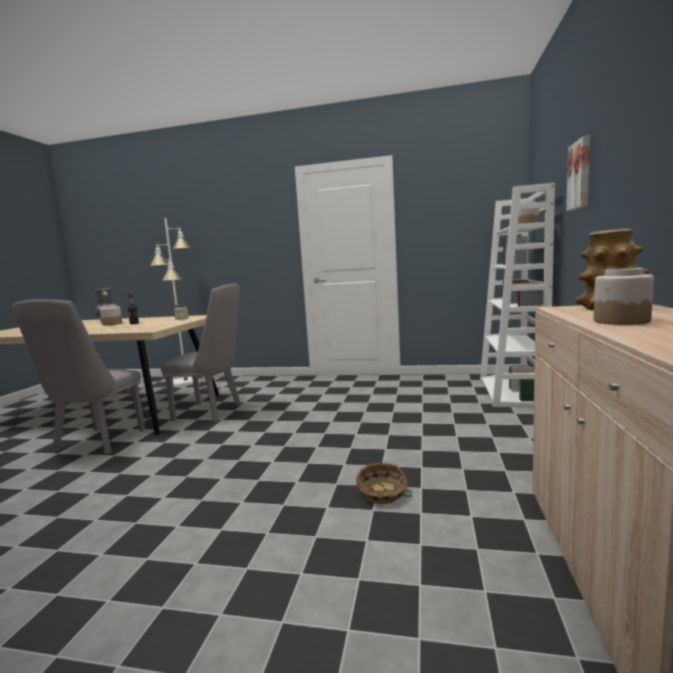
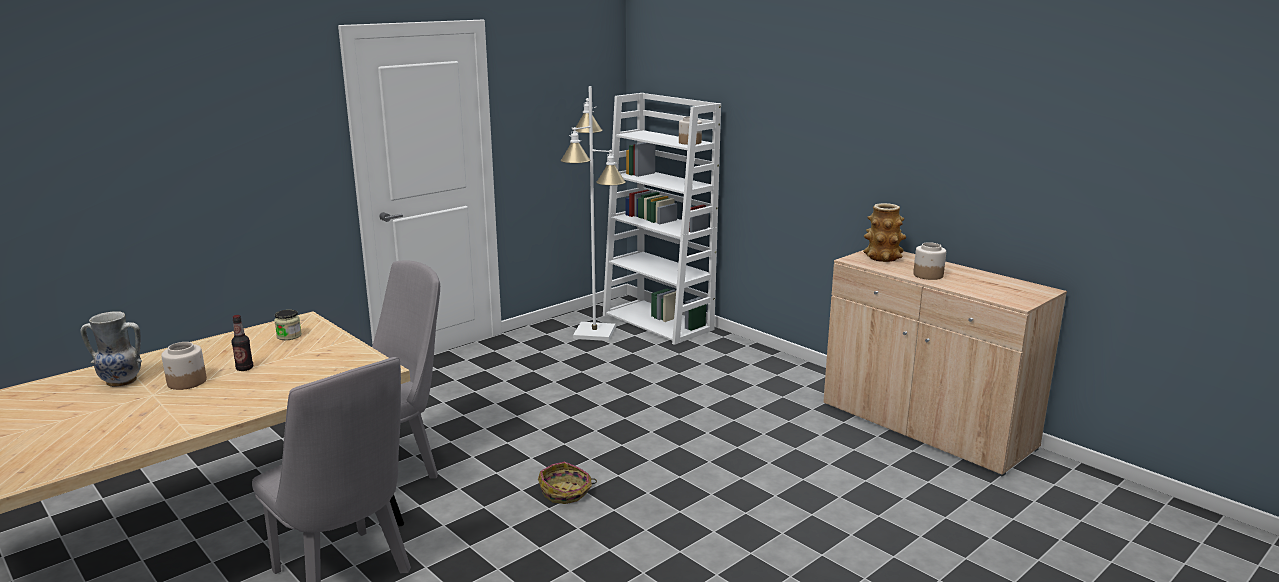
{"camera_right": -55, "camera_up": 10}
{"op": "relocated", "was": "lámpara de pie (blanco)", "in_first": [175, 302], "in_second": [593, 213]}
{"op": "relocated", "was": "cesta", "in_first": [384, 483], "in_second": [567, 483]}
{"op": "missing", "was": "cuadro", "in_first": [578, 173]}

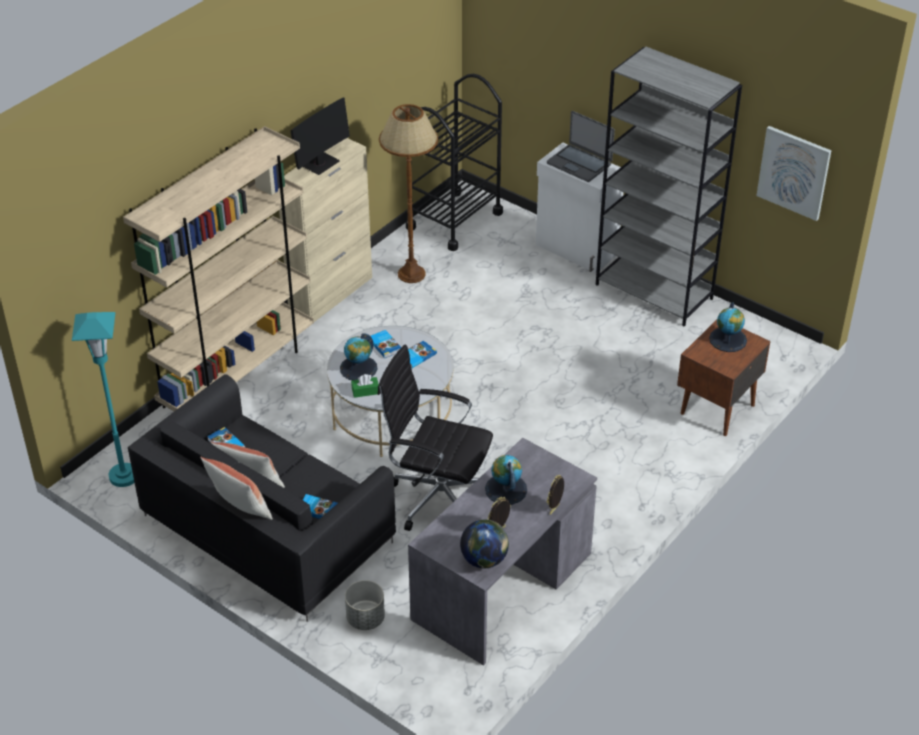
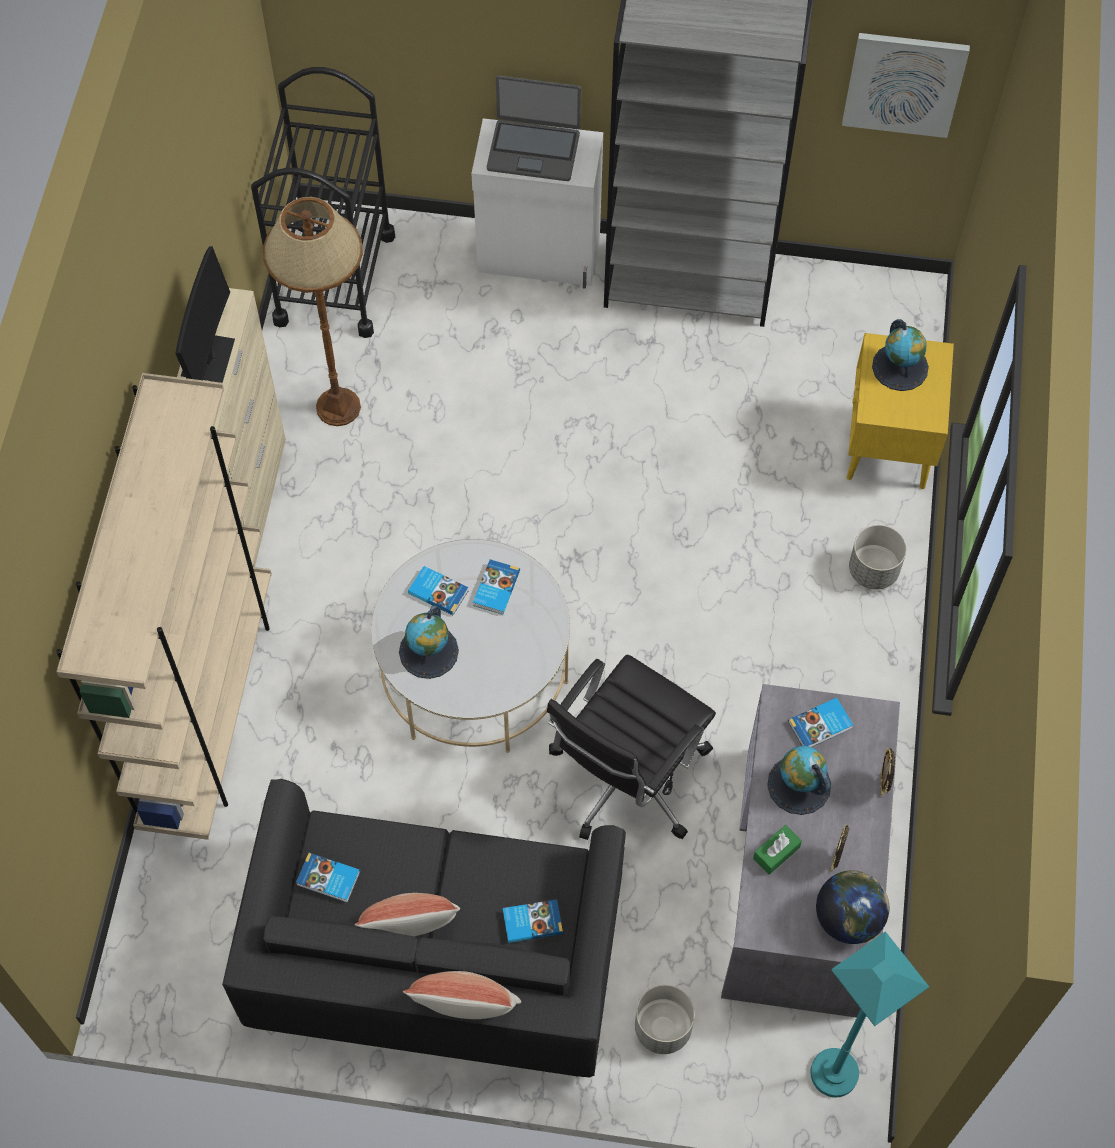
{"camera_right": -30, "camera_up": 20}
{"op": "relocated", "was": "lámpara de pie (turquesa)", "in_first": [103, 399], "in_second": [870, 1014]}
{"op": "relocated", "was": "caja de pañuelos (verde)", "in_first": [365, 386], "in_second": [777, 850]}
{"op": "spun", "was": "silla de oficina (negro)", "in_first": [435, 438], "in_second": [631, 747], "clockwise": -45}
{"op": "colour", "was": "mesita de noche (marrón)", "now": "mesita de noche (amarillo)", "in_first": [723, 378], "in_second": [900, 411]}
{"op": "appeared", "now": "libro", "in_second": [820, 722]}
{"op": "appeared", "now": "maceta (gris)", "in_second": [877, 557]}

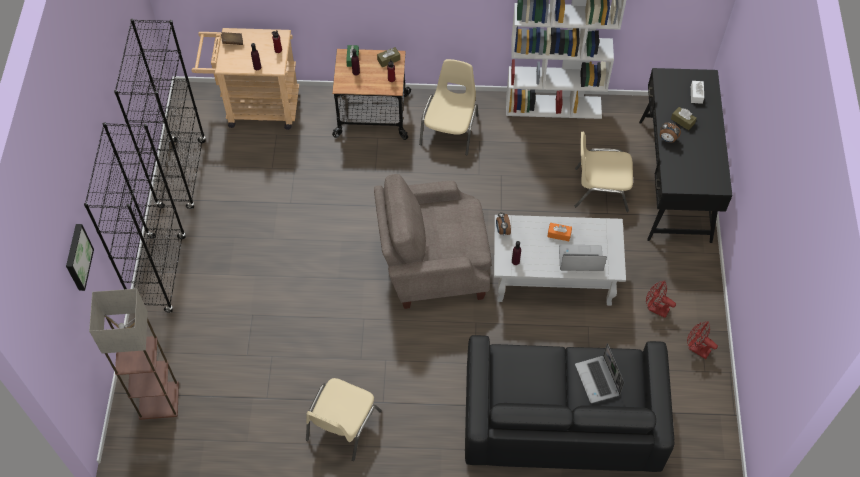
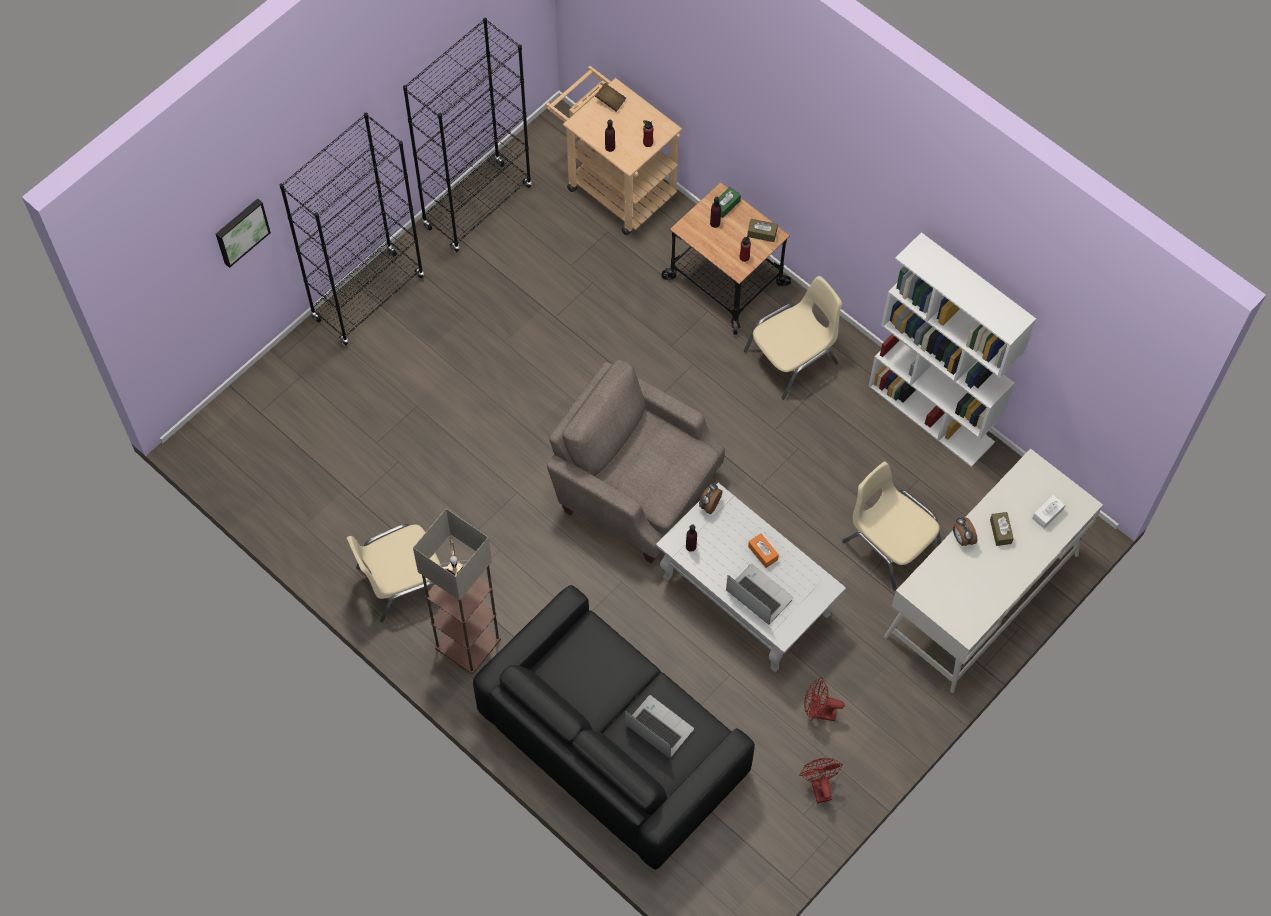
{"camera_right": 40, "camera_up": 5}
{"op": "relocated", "was": "lámpara de pie", "in_first": [134, 354], "in_second": [457, 591]}
{"op": "spun", "was": "portátil", "in_first": [599, 373], "in_second": [659, 726], "clockwise": 105}
{"op": "colour", "was": "escritorio (negro)", "now": "escritorio (blanco)", "in_first": [685, 155], "in_second": [993, 570]}
{"op": "spun", "was": "ventilador (rojo)", "in_first": [661, 299], "in_second": [824, 699], "clockwise": -60}

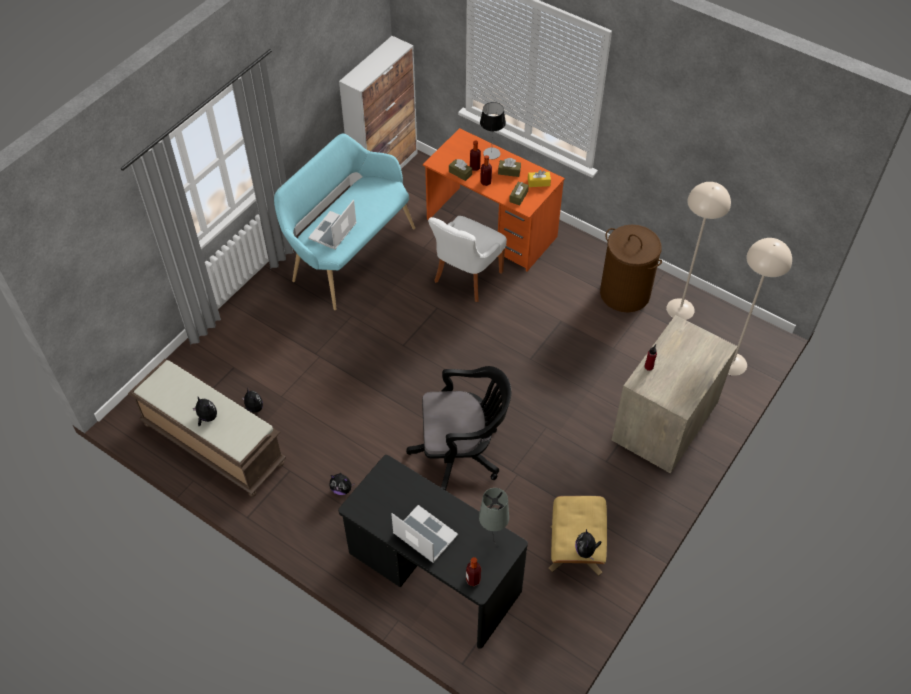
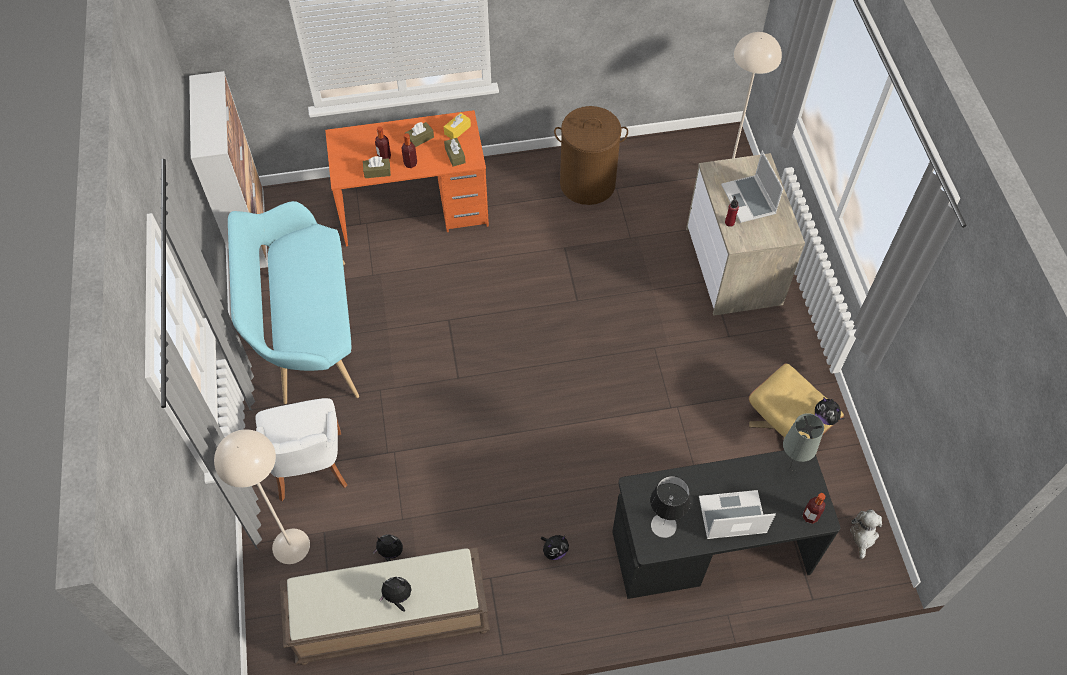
{"camera_right": -45, "camera_up": 5}
{"op": "relocated", "was": "portátil", "in_first": [332, 225], "in_second": [752, 187]}
{"op": "missing", "was": "silla de oficina (negro)", "in_first": [458, 428]}
{"op": "relocated", "was": "silla (blanco)", "in_first": [467, 259], "in_second": [301, 449]}
{"op": "relocated", "was": "lámpara de mesa", "in_first": [493, 130], "in_second": [670, 507]}
{"op": "relocated", "was": "lámpara de pie (beis)", "in_first": [698, 251], "in_second": [262, 496]}
{"op": "appeared", "now": "peluche", "in_second": [866, 534]}

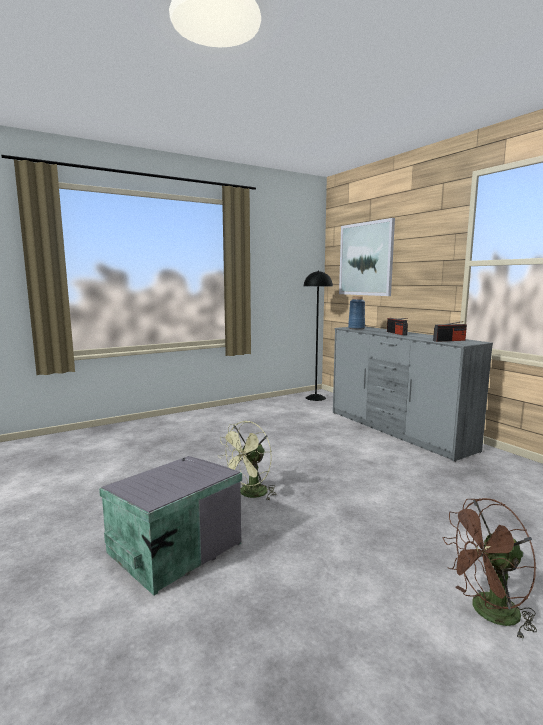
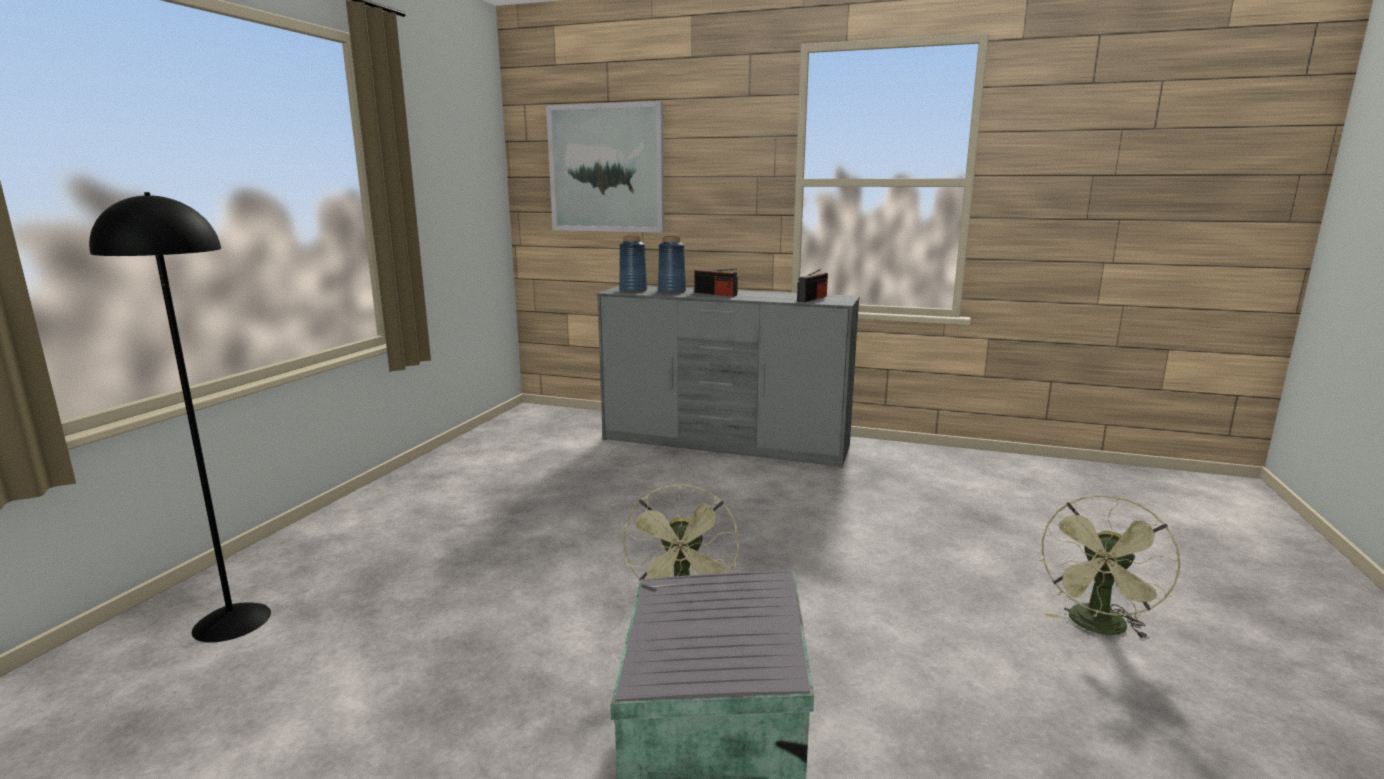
{"camera_right": -40, "camera_up": 5}
{"op": "relocated", "was": "lámpara de pie (negro)", "in_first": [318, 336], "in_second": [180, 417]}
{"op": "colour", "was": "ventilador (marrón)", "now": "ventilador (verde)", "in_first": [490, 569], "in_second": [1110, 567]}
{"op": "appeared", "now": "florero (azul)", "in_second": [672, 265]}

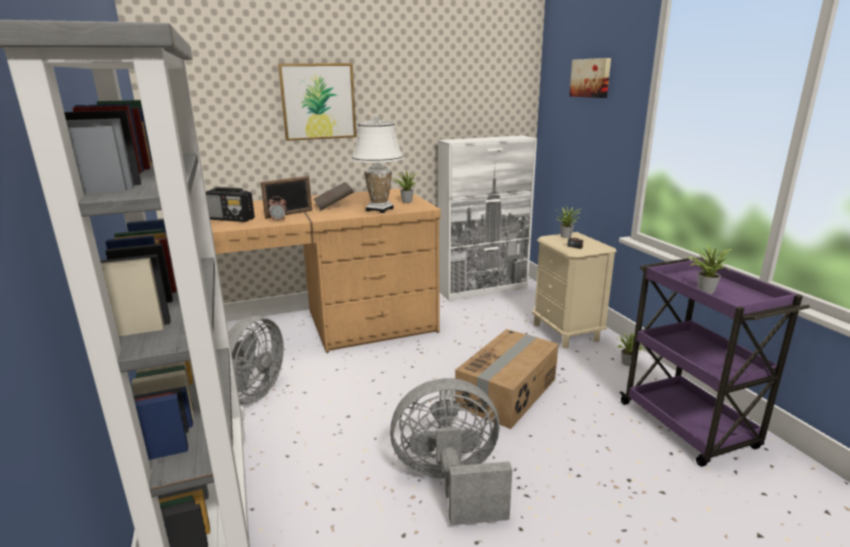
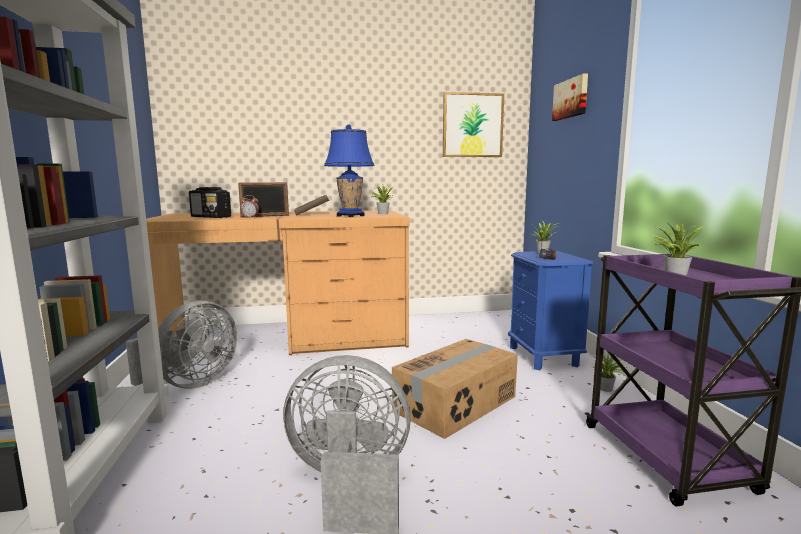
{"camera_right": 10, "camera_up": -10}
{"op": "relocated", "was": "cuadro", "in_first": [317, 102], "in_second": [473, 124]}
{"op": "colour", "was": "lámpara de mesa (blanco)", "now": "lámpara de mesa (azul)", "in_first": [377, 164], "in_second": [349, 170]}
{"op": "missing", "was": "armario (blanco)", "in_first": [487, 218]}
{"op": "colour", "was": "mesita de noche (beis)", "now": "mesita de noche (azul)", "in_first": [574, 290], "in_second": [550, 310]}

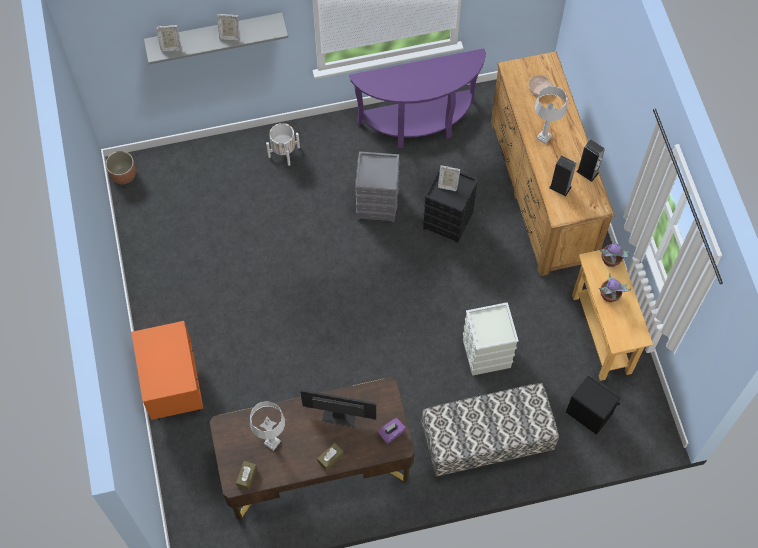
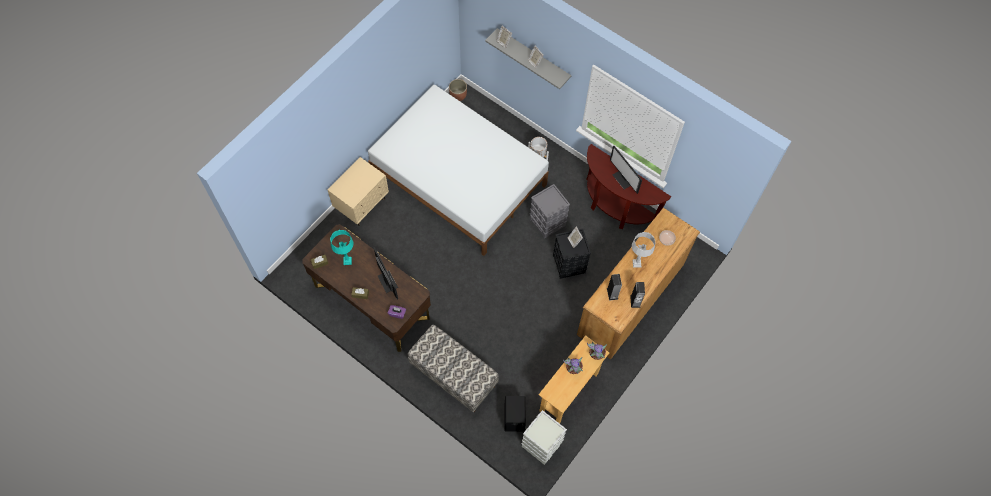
{"camera_right": 50, "camera_up": 0}
{"op": "colour", "was": "mesita de noche (naranja)", "now": "mesita de noche (beis)", "in_first": [167, 370], "in_second": [358, 191]}
{"op": "colour", "was": "lámpara de mesa (gris)", "now": "lámpara de mesa (turquesa)", "in_first": [267, 426], "in_second": [342, 247]}
{"op": "colour", "was": "mesa consola (morado)", "now": "mesa consola (marrón)", "in_first": [417, 98], "in_second": [628, 187]}
{"op": "relocated", "was": "caja de almacenaje (gris)", "in_first": [490, 339], "in_second": [544, 437]}
{"op": "appeared", "now": "cama (blanco)", "in_second": [458, 170]}
{"op": "appeared", "now": "monitor", "in_second": [626, 170]}

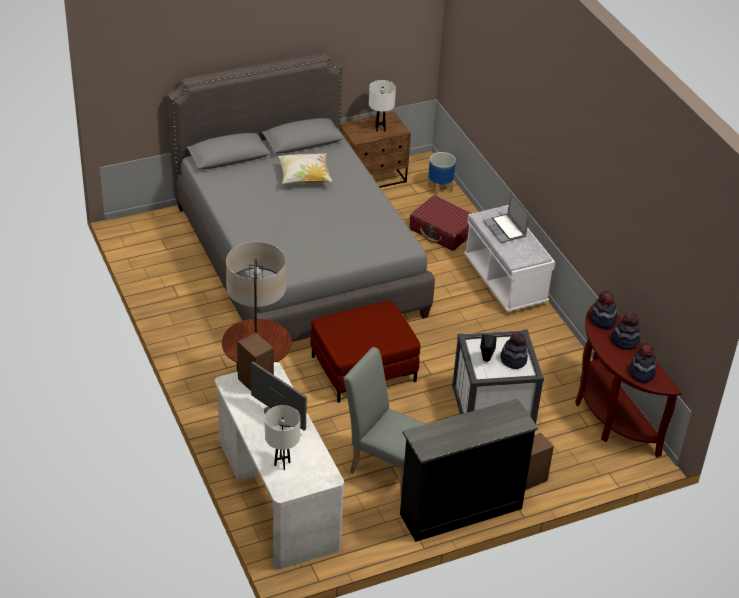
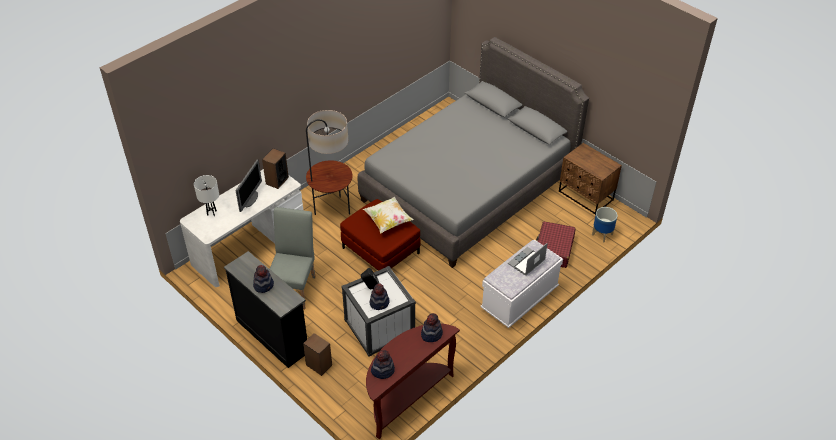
{"camera_right": 70, "camera_up": 5}
{"op": "relocated", "was": "cojín", "in_first": [305, 168], "in_second": [388, 215]}
{"op": "missing", "was": "lámpara de mesa (blanco)", "in_first": [382, 106]}
{"op": "relocated", "was": "sombrero", "in_first": [625, 331], "in_second": [263, 279]}

